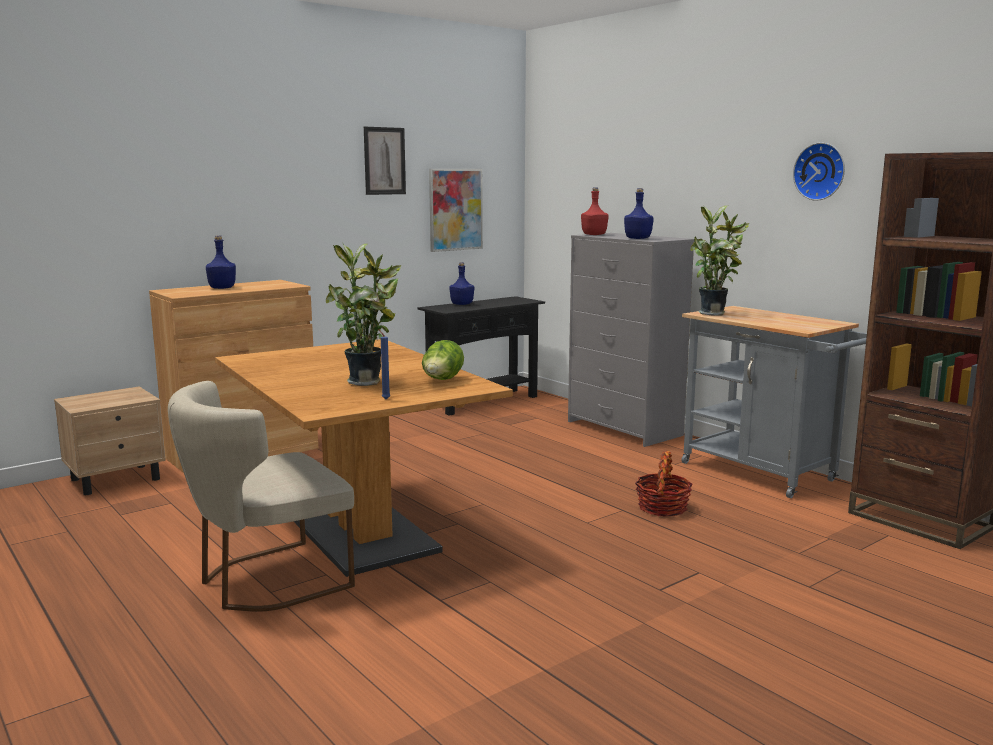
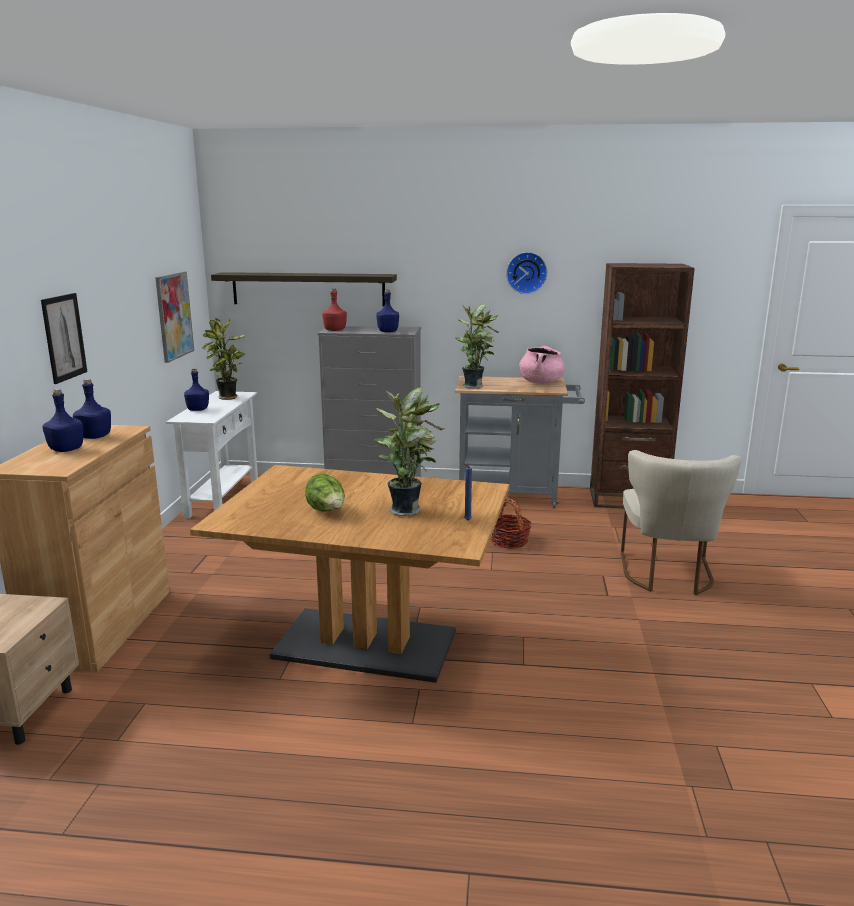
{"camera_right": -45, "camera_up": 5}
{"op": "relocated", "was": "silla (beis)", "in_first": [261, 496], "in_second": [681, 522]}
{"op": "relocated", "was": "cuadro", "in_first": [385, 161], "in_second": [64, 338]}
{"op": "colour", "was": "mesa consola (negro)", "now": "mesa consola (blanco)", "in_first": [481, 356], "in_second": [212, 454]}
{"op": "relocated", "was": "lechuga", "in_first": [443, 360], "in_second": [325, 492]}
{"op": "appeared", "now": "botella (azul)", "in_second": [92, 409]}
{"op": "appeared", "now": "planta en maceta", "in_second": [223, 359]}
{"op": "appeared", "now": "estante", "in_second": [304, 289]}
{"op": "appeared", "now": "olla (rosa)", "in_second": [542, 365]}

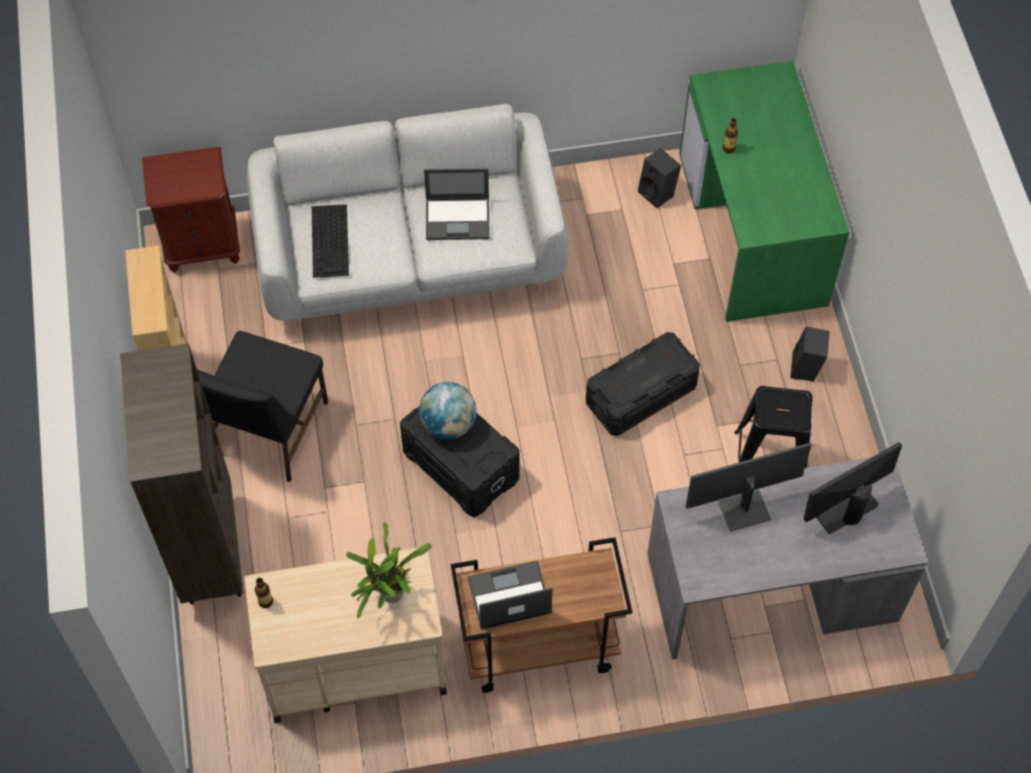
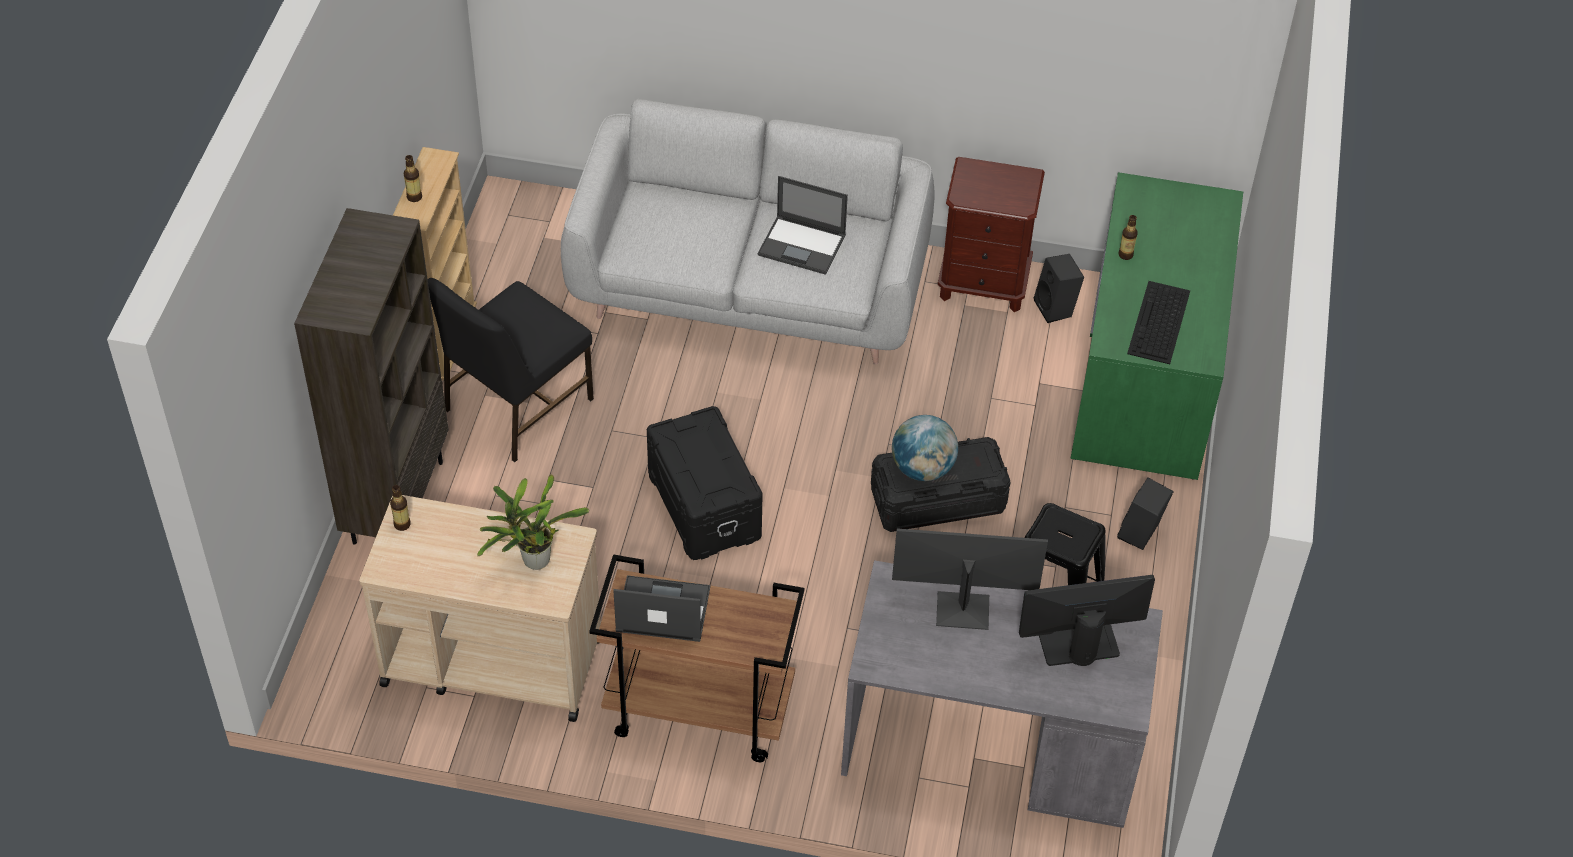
{"camera_right": 20, "camera_up": -10}
{"op": "relocated", "was": "mesita de noche (marrón)", "in_first": [191, 210], "in_second": [991, 234]}
{"op": "relocated", "was": "teclado", "in_first": [330, 241], "in_second": [1158, 322]}
{"op": "relocated", "was": "globo terráqueo", "in_first": [448, 410], "in_second": [925, 448]}
{"op": "appeared", "now": "botella", "in_second": [413, 178]}

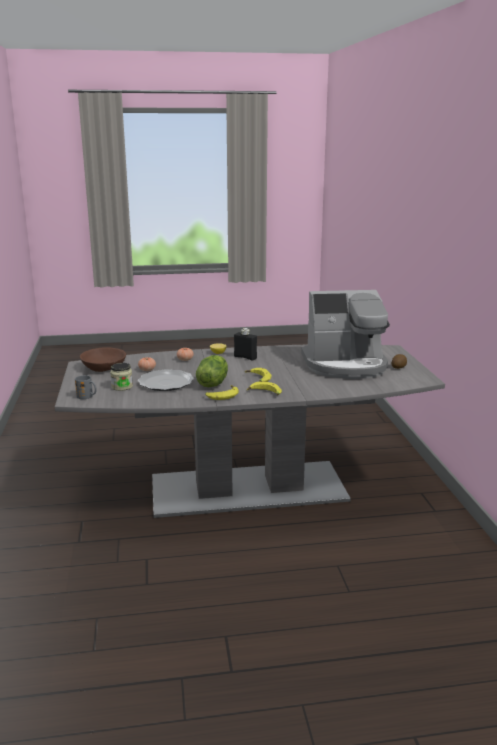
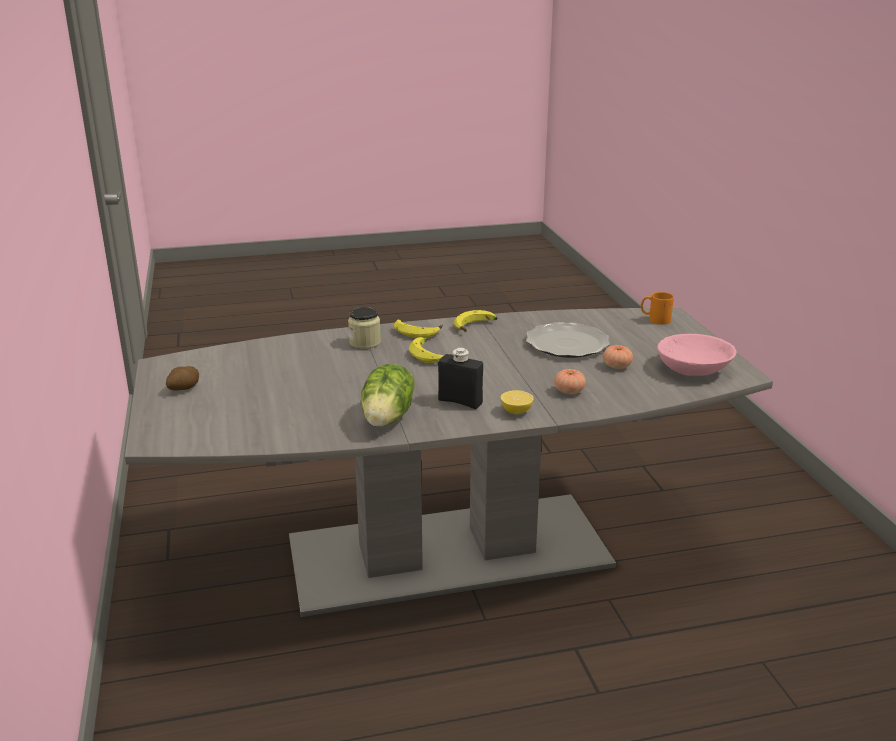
{"camera_right": 175, "camera_up": 5}
{"op": "colour", "was": "taza grande (gris)", "now": "taza grande (naranja)", "in_first": [86, 387], "in_second": [657, 308]}
{"op": "colour", "was": "cuenco (marrón)", "now": "cuenco (rosa)", "in_first": [103, 359], "in_second": [697, 355]}
{"op": "relocated", "was": "tarro", "in_first": [121, 377], "in_second": [364, 328]}
{"op": "relocated", "was": "lechuga", "in_first": [212, 371], "in_second": [388, 395]}
{"op": "missing", "was": "cafetera", "in_first": [345, 334]}

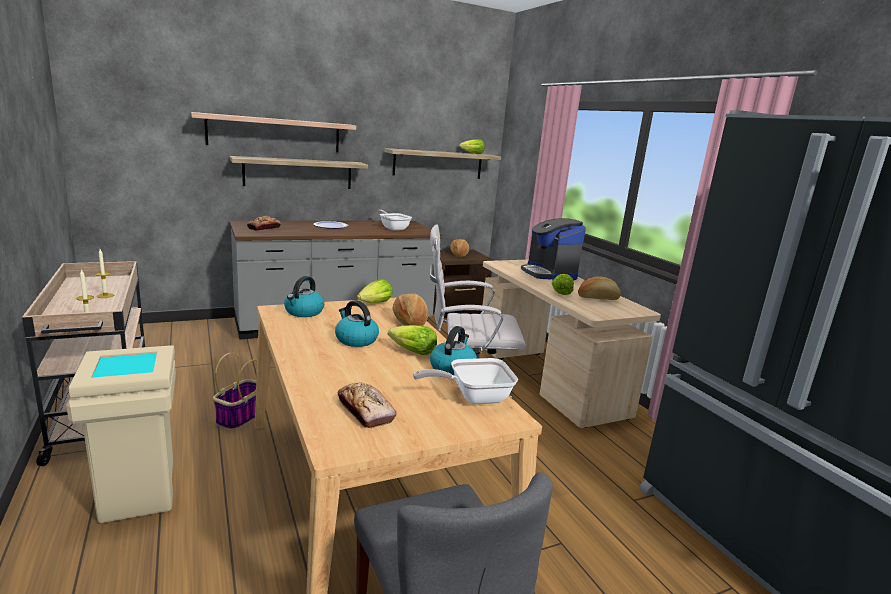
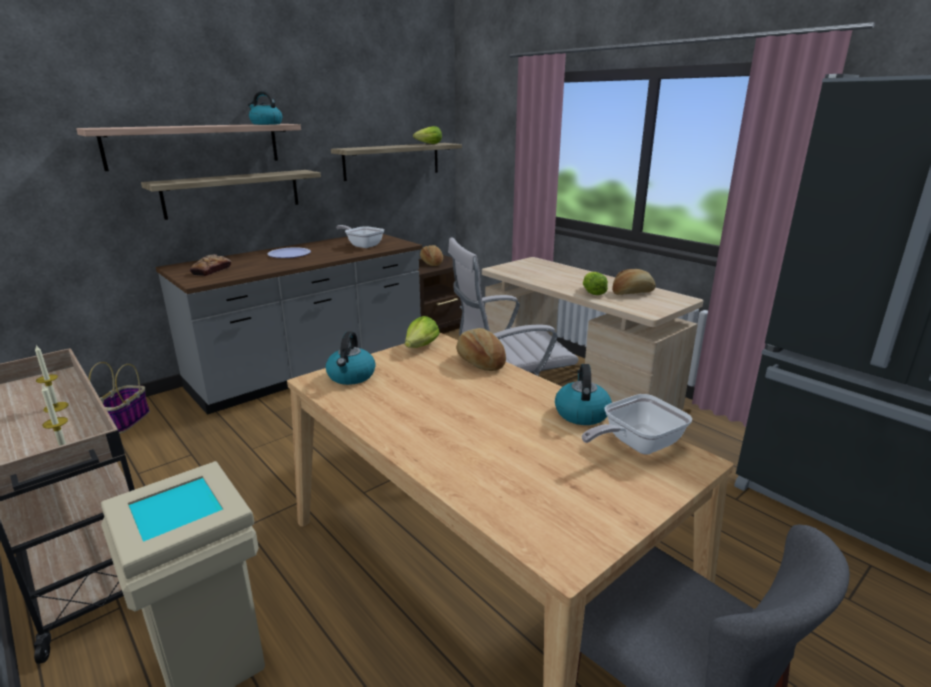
{"camera_right": -15, "camera_up": 5}
{"op": "relocated", "was": "cesta", "in_first": [239, 391], "in_second": [119, 398]}
{"op": "relocated", "was": "hervidor", "in_first": [357, 323], "in_second": [265, 108]}
{"op": "missing", "was": "pan", "in_first": [367, 405]}
{"op": "missing", "was": "lechuga", "in_first": [412, 340]}
{"op": "missing", "was": "cafetera", "in_first": [553, 249]}

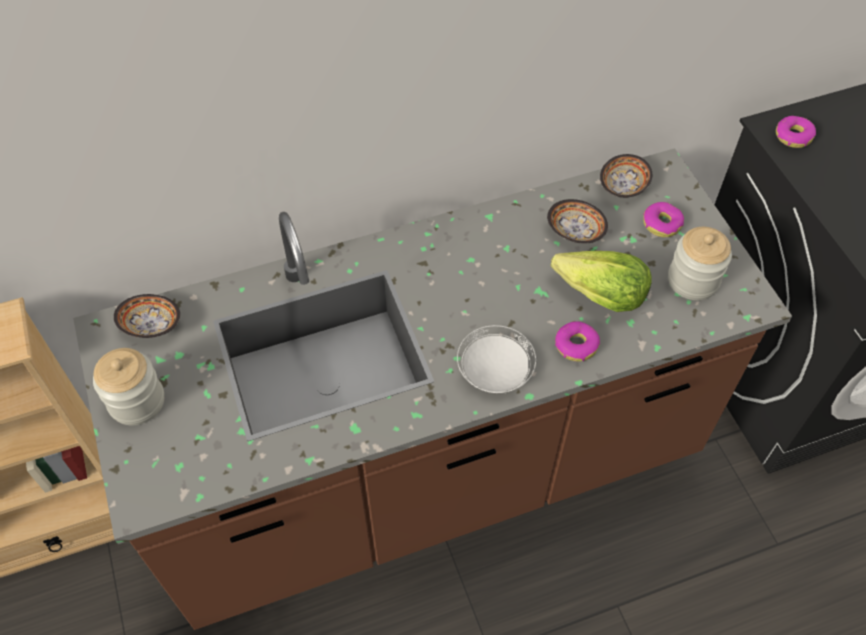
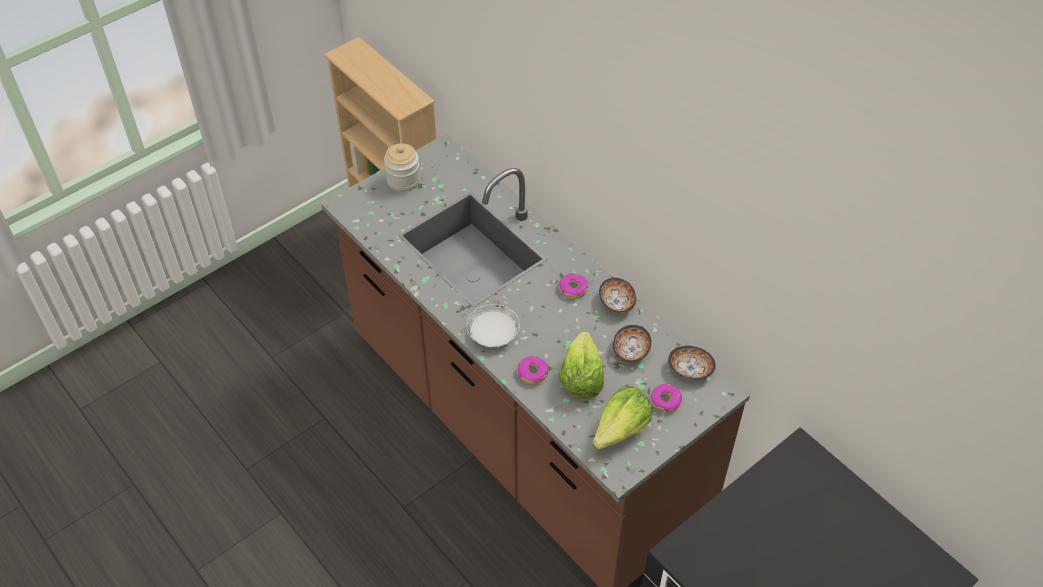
{"camera_right": 70, "camera_up": -5}
{"op": "relocated", "was": "cuenco", "in_first": [147, 316], "in_second": [617, 295]}
{"op": "exchanged", "was": "tarro", "now": "lechuga", "in_first": [700, 263], "in_second": [622, 417]}
{"op": "relocated", "was": "rosquilla", "in_first": [796, 132], "in_second": [573, 286]}

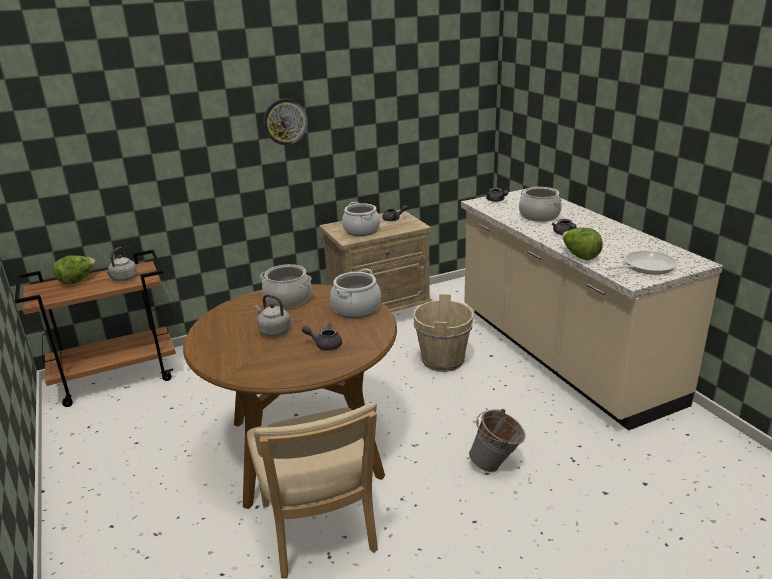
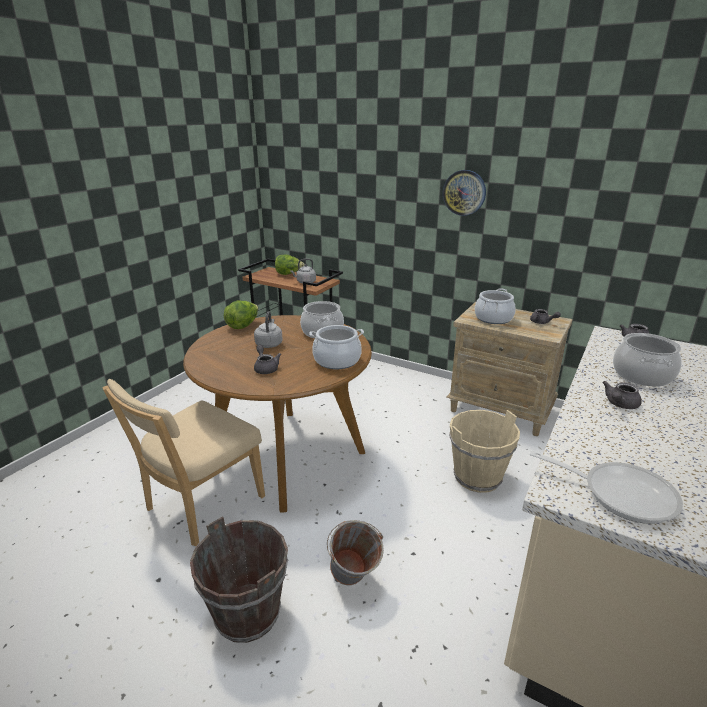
{"camera_right": 55, "camera_up": 0}
{"op": "relocated", "was": "lechuga", "in_first": [582, 244], "in_second": [241, 315]}
{"op": "appeared", "now": "cubo (marrón)", "in_second": [239, 579]}

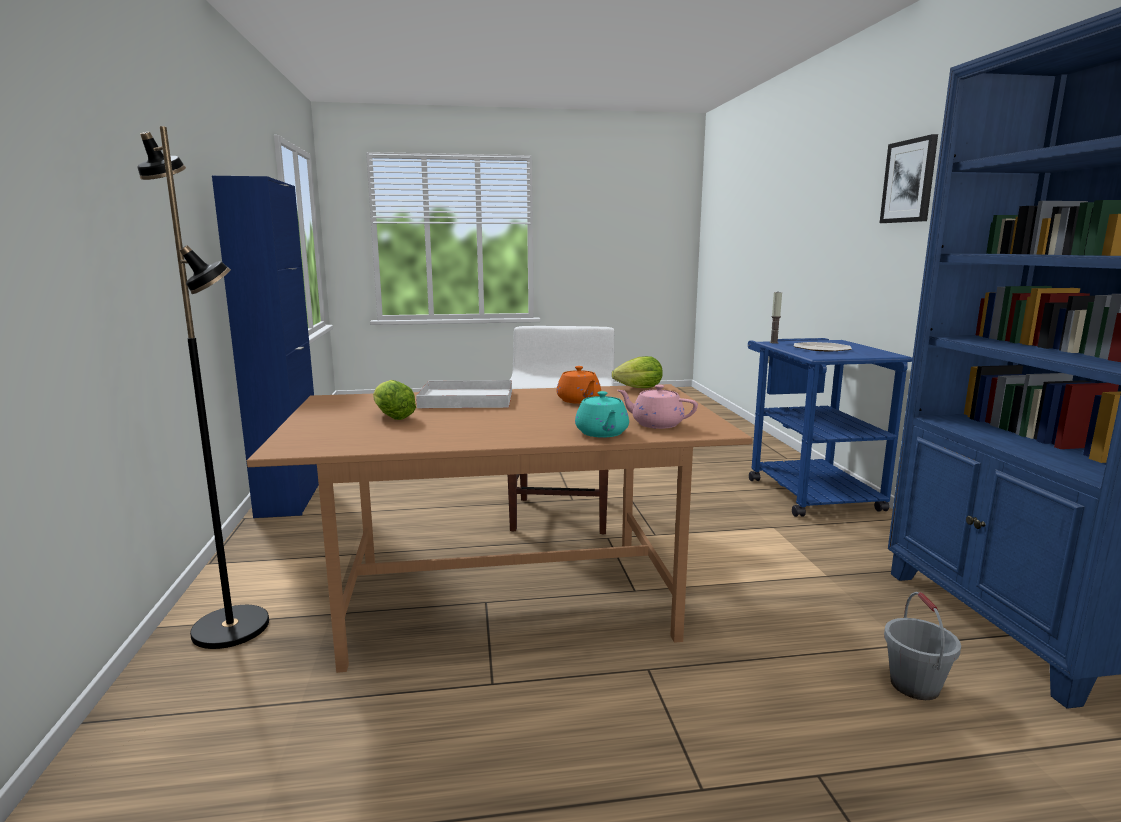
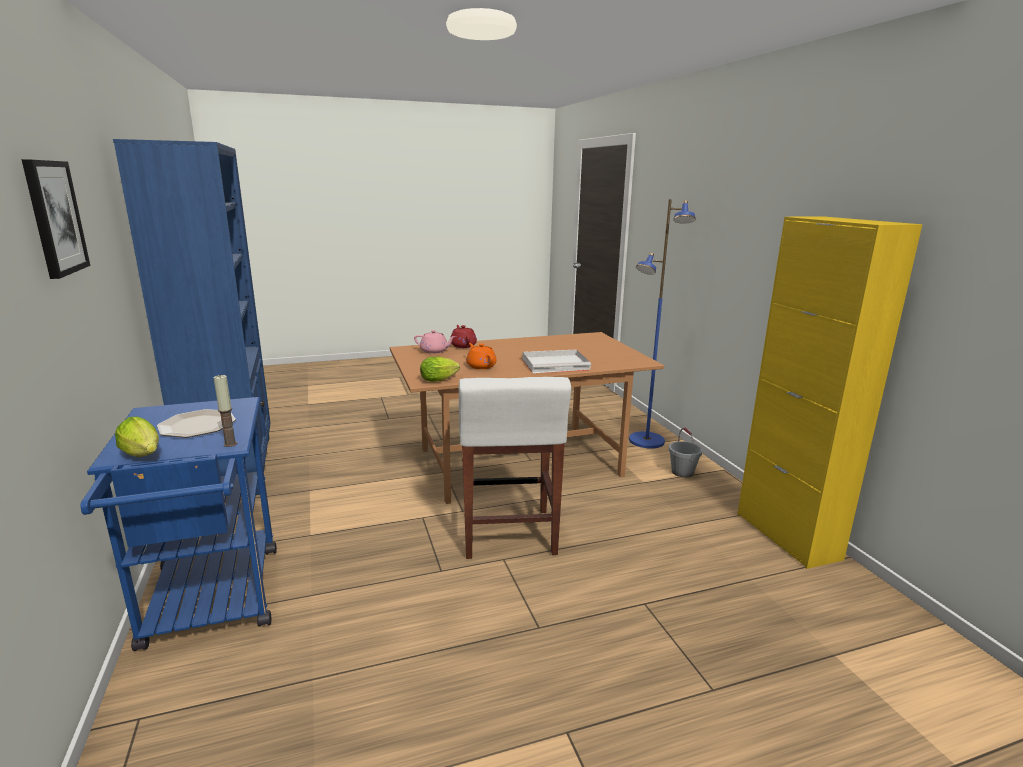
{"camera_right": 170, "camera_up": 5}
{"op": "colour", "was": "lámpara de pie (negro)", "now": "lámpara de pie (azul)", "in_first": [203, 387], "in_second": [662, 324]}
{"op": "colour", "was": "armario (azul)", "now": "armario (amarillo)", "in_first": [265, 347], "in_second": [829, 392]}
{"op": "relocated", "was": "lechuga", "in_first": [394, 400], "in_second": [137, 437]}
{"op": "colour", "was": "tetera (turquesa)", "now": "tetera (rojo)", "in_first": [602, 414], "in_second": [463, 336]}
{"op": "relocated", "was": "cubo (gris)", "in_first": [922, 646], "in_second": [685, 453]}

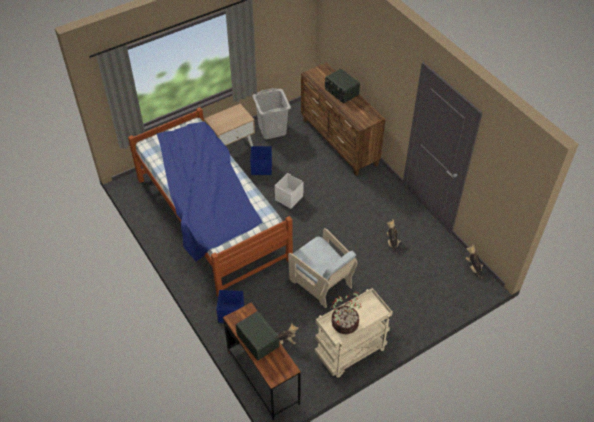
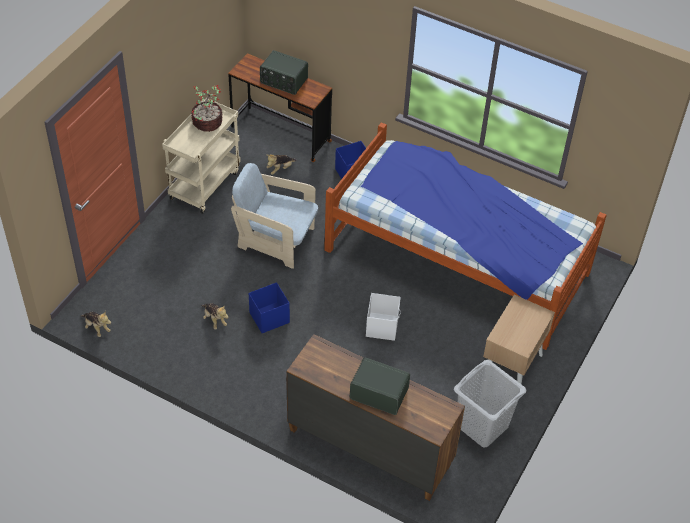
{"camera_right": 150, "camera_up": 0}
{"op": "relocated", "was": "caja de almacenaje (azul)", "in_first": [261, 160], "in_second": [269, 307]}

